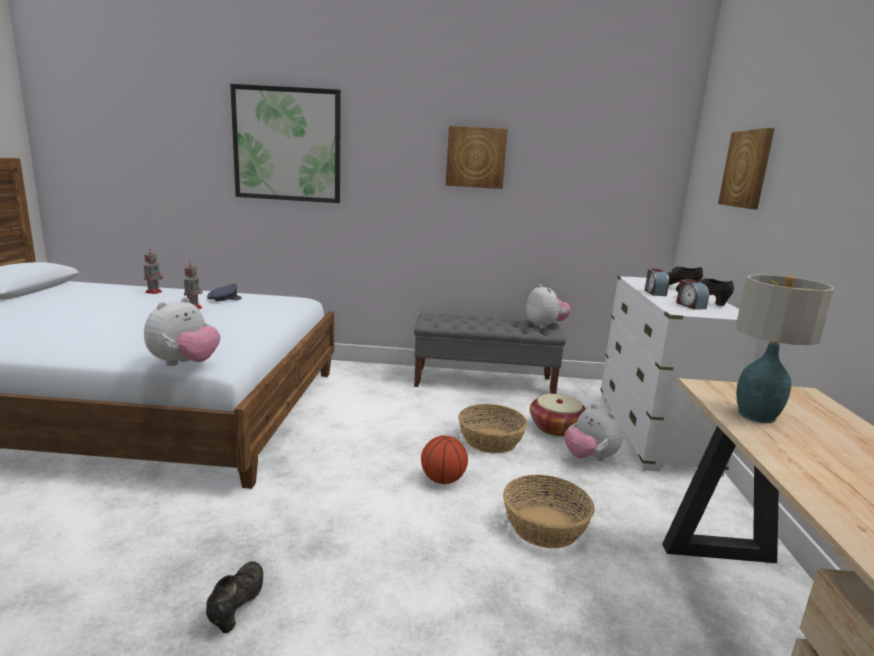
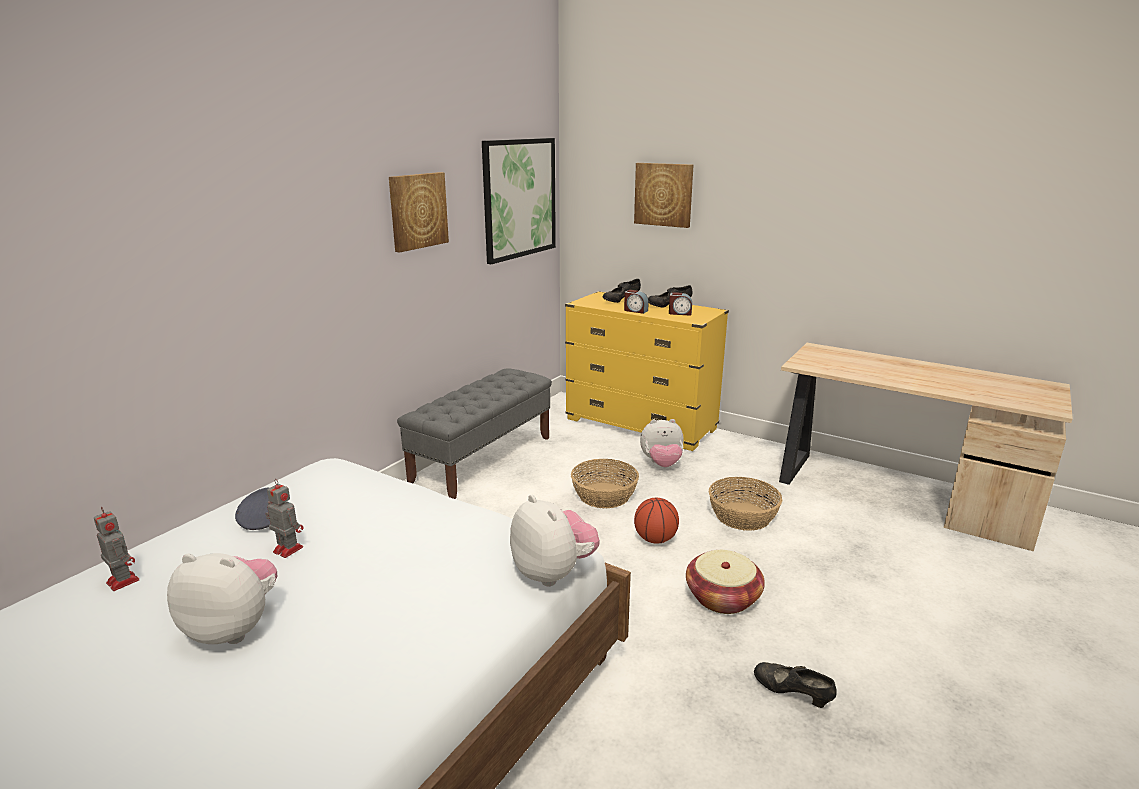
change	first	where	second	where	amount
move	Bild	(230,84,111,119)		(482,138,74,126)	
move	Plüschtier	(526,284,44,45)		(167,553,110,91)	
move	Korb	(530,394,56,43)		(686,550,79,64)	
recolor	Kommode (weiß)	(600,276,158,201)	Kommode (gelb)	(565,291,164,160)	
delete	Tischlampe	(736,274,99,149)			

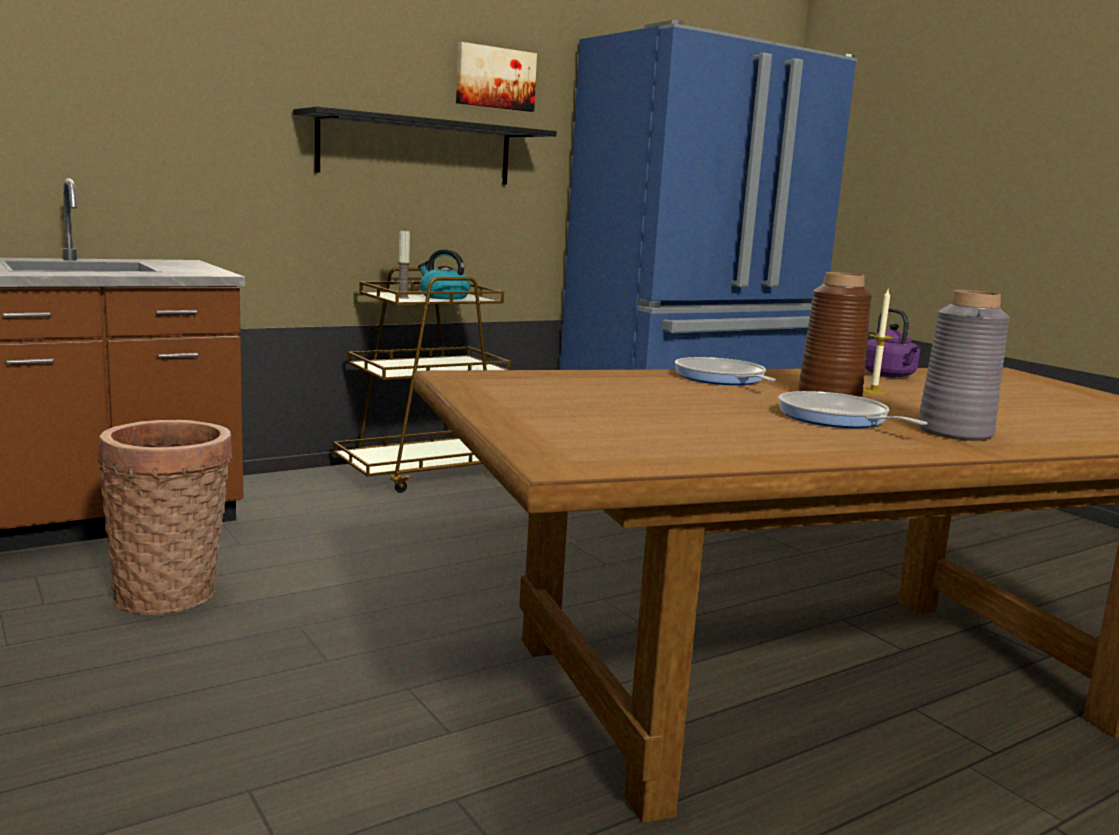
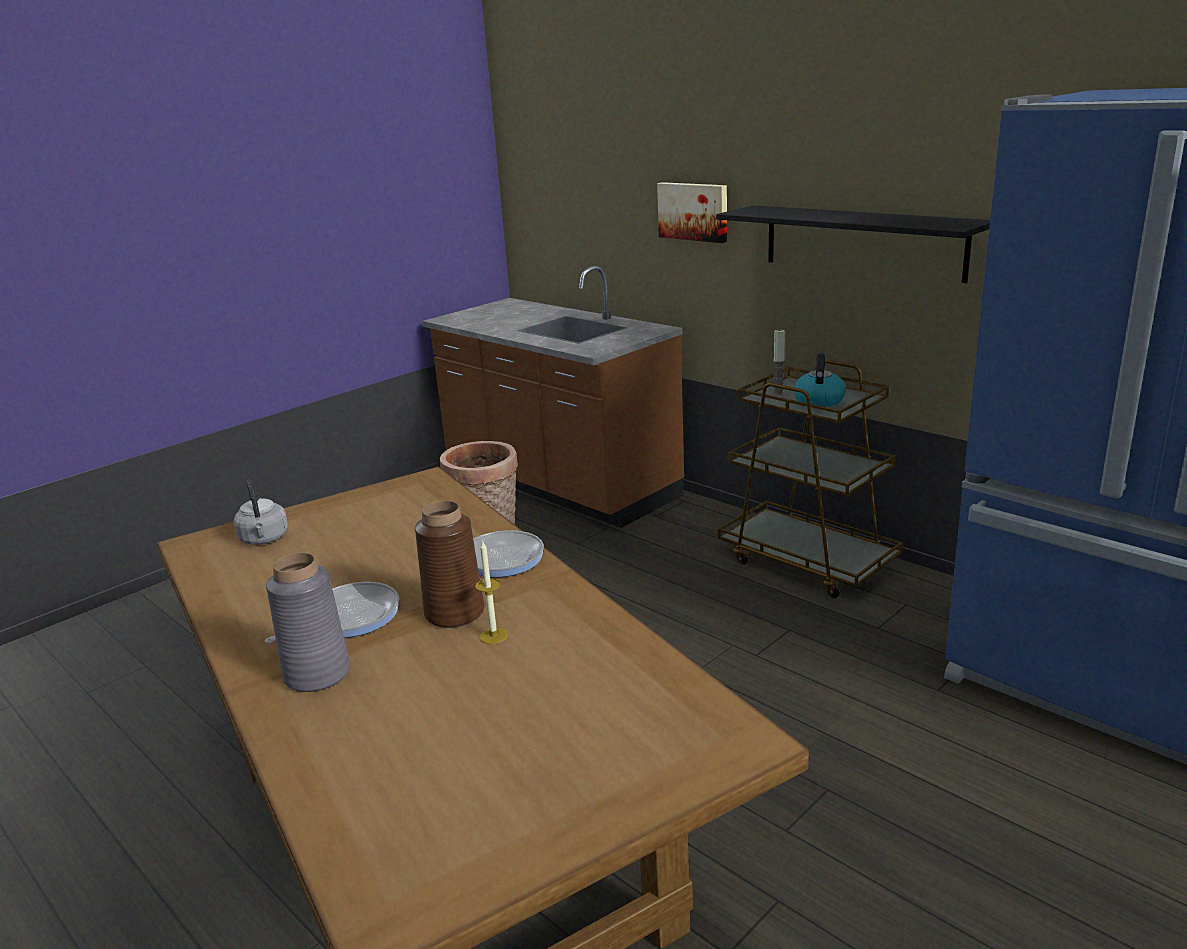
change	first	where	second	where	amount
move	Bild	(456,42,81,70)		(657,182,70,61)	
delete	Wasserkessel (lila)	(865,308,56,69)			
insert			Wasserkessel (grau)	(234,480,54,65)	

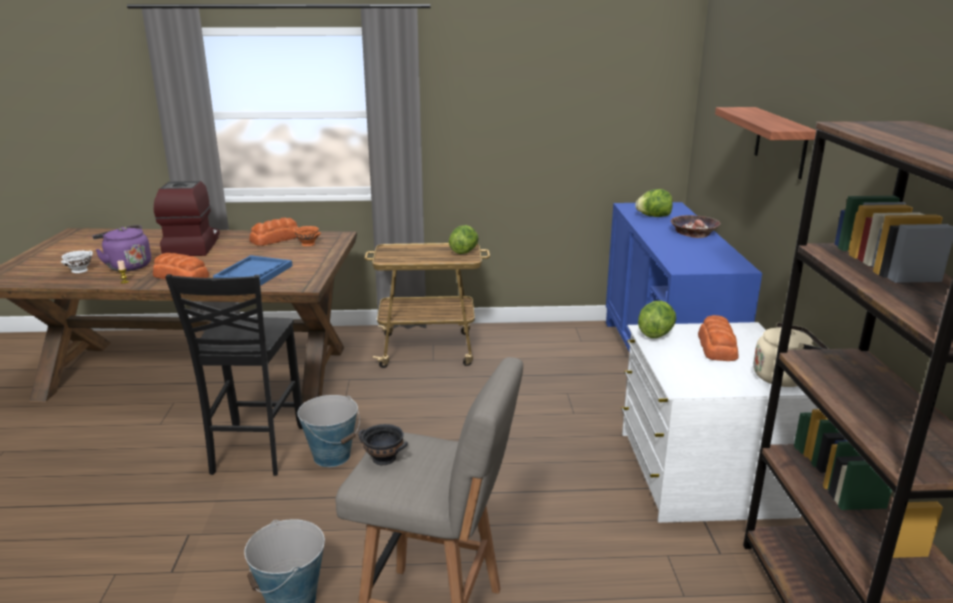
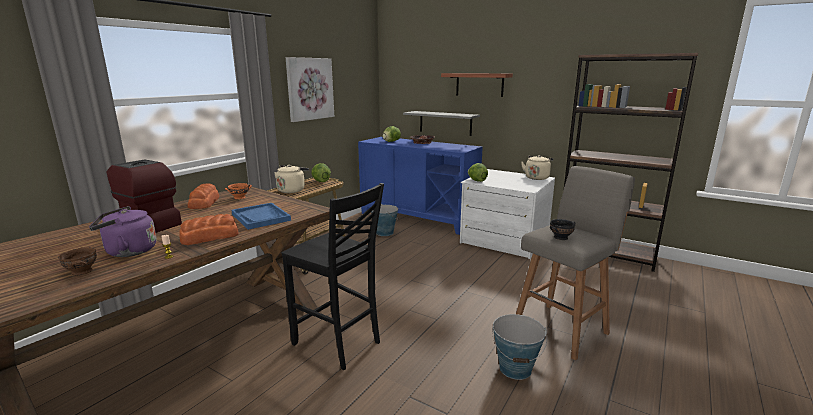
change	first	where	second	where	amount
recolor	Schüssel (weiß)	(61,251,32,22)	Schüssel (braun)	(58,248,39,27)	
move	Eimer	(298,395,62,72)		(371,204,28,32)	
delete	Brot	(698,315,40,46)			
insert			Wasserkessel (beige)	(274,165,35,28)	
insert			Bild	(286,57,48,65)	
insert			Wandregal (grau)	(403,111,77,25)	

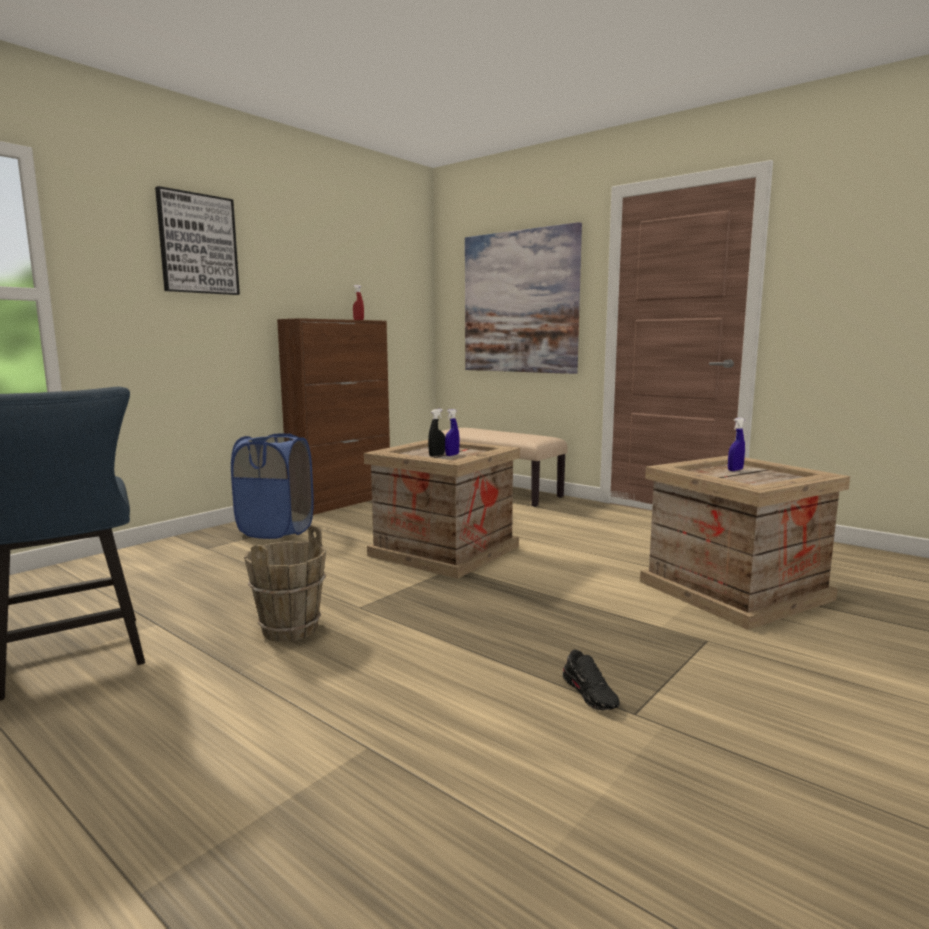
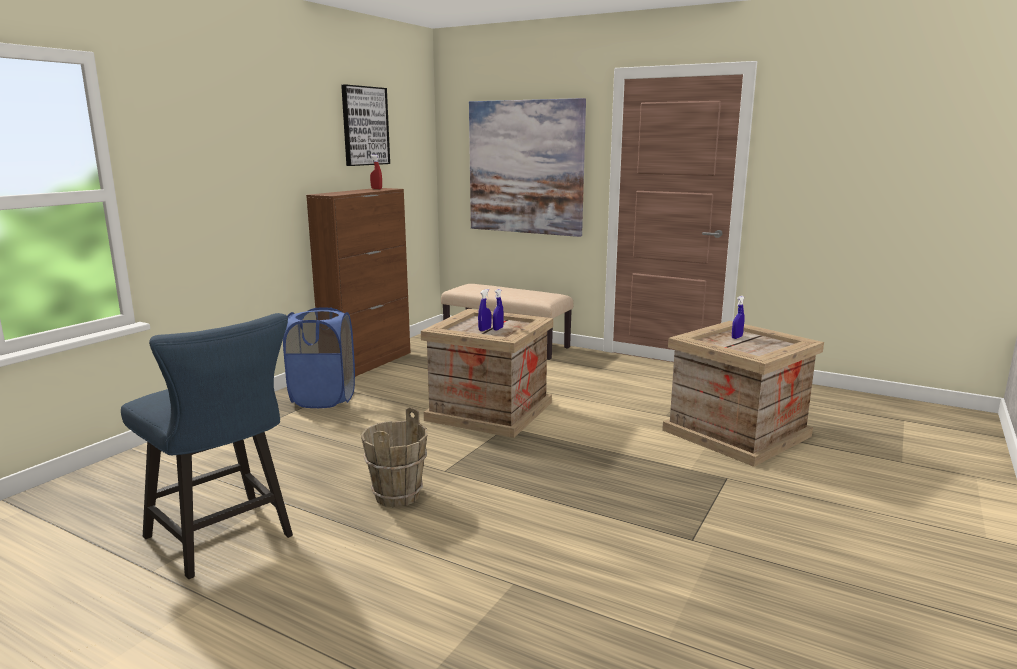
change	first	where	second	where	amount
move	Bild	(155,186,85,109)		(341,84,49,82)	
recolor	Sprühflasche (schwarz)	(428,409,17,47)	Sprühflasche (blau)	(478,289,14,42)	
delete	Schuh (schwarz)	(562,650,58,60)			

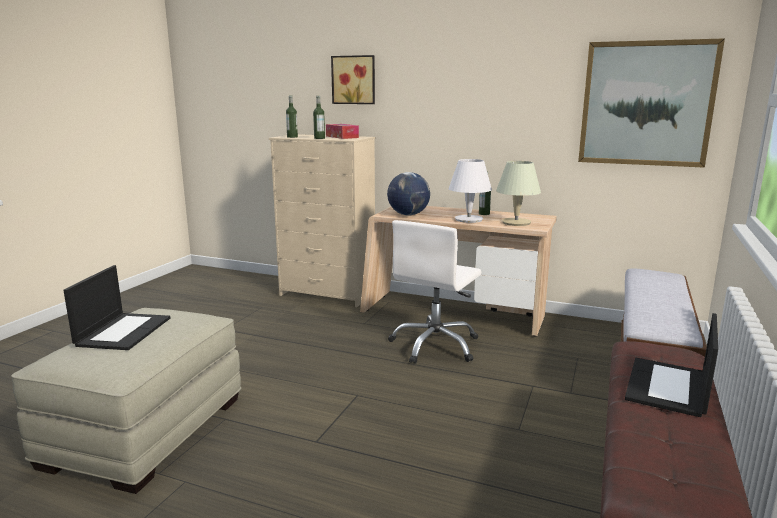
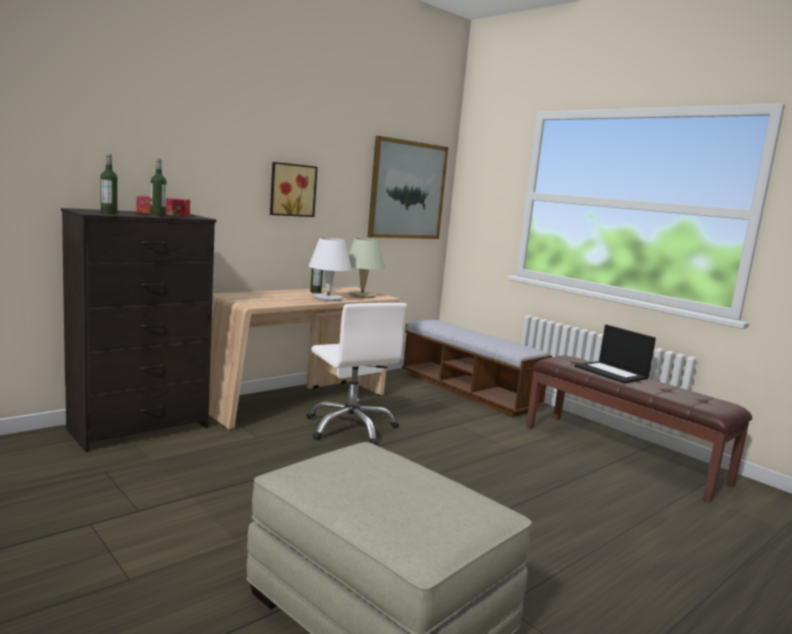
change	first	where	second	where	amount
delete	Laptop	(63,265,108,85)			
recolor	Kommode (beige)	(269,134,106,173)	Kommode (schwarz)	(61,208,155,244)	
move	Bild	(331,55,44,49)		(270,162,48,55)	
delete	Globus	(387,172,43,44)			

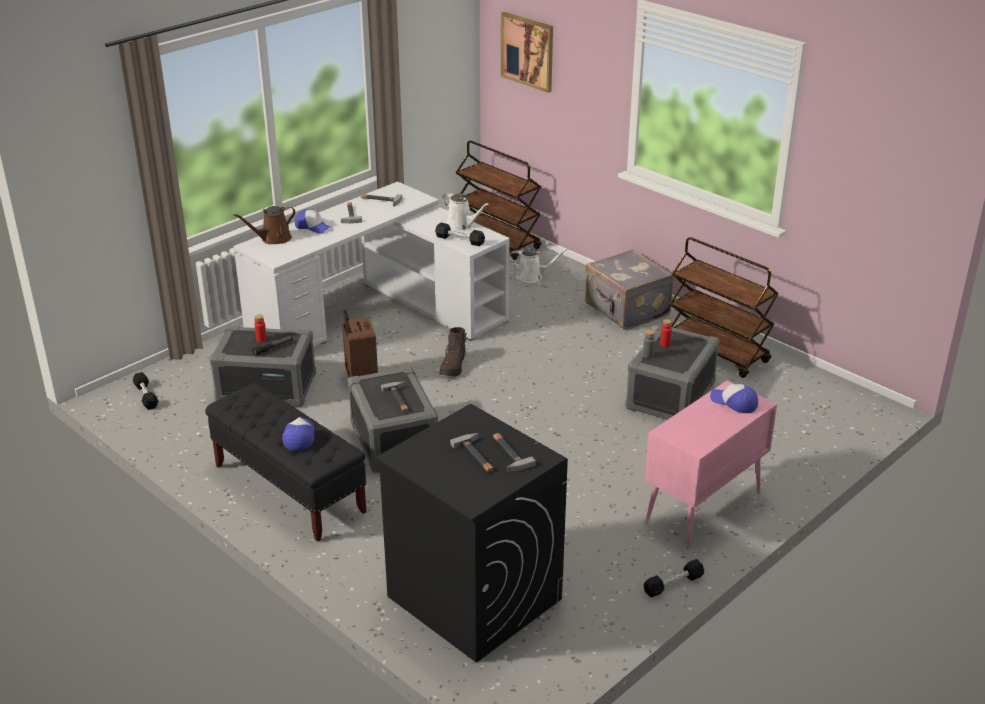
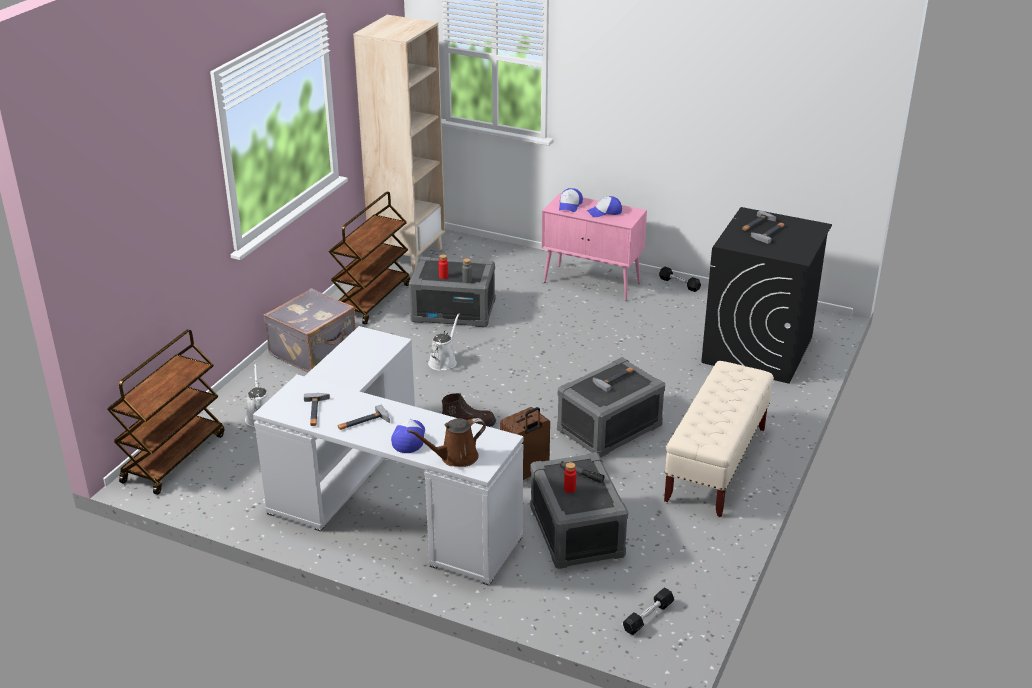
change	first	where	second	where	amount
recolor	Bank (schwarz)	(205,383,162,159)	Bank (beige)	(664,361,110,156)	
rotate	Gießkanne (braun)	(234,205,61,39)		(408,418,78,49)	120 degrees clockwise
move	Kappe	(282,417,33,34)		(587,196,35,21)	
delete	Hantel (schwarz)	(435,223,50,23)			
move	Gießkanne (weiß)	(442,192,47,39)		(428,313,32,58)	
delete	Bild	(501,12,52,81)			
insert			Bücherregal (beige)	(353,15,92,258)	

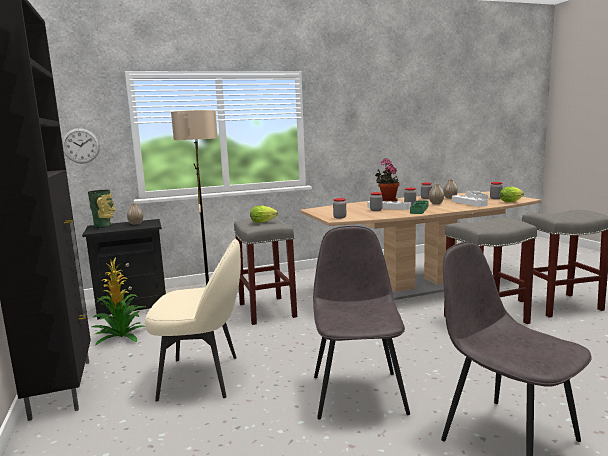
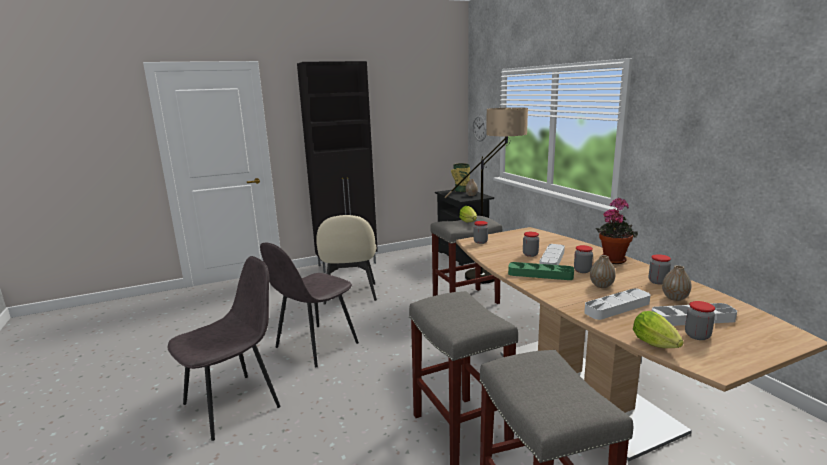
change	first	where	second	where	amount
delete	Topfpflanze	(92,257,53,88)			
rotate	Stuhl (grau)	(313,226,97,194)		(260,243,99,125)	135 degrees clockwise

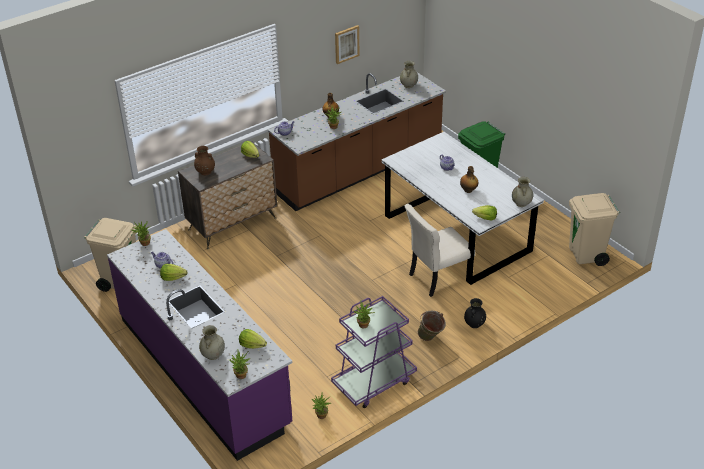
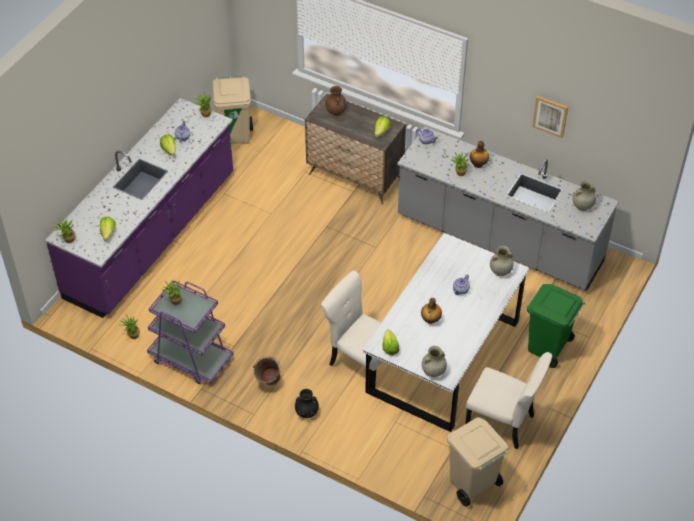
change	first	where	second	where	amount
move	Vase (beige)	(199,325,26,35)		(490,246,24,30)	
recolor	Küchenzeile (braun)	(268,72,178,139)	Küchenzeile (grau)	(397,127,222,164)	
insert			Stuhl (beige)	(466,352,86,97)	

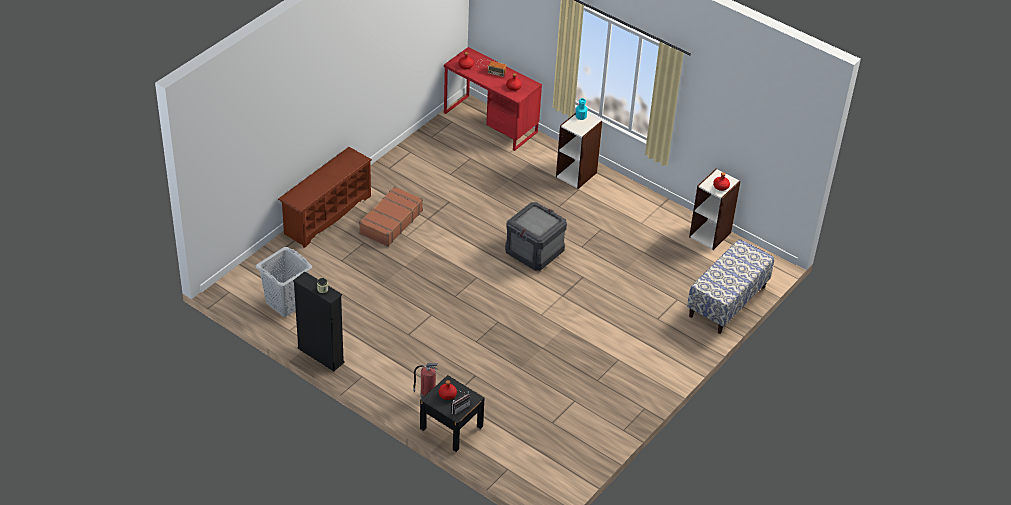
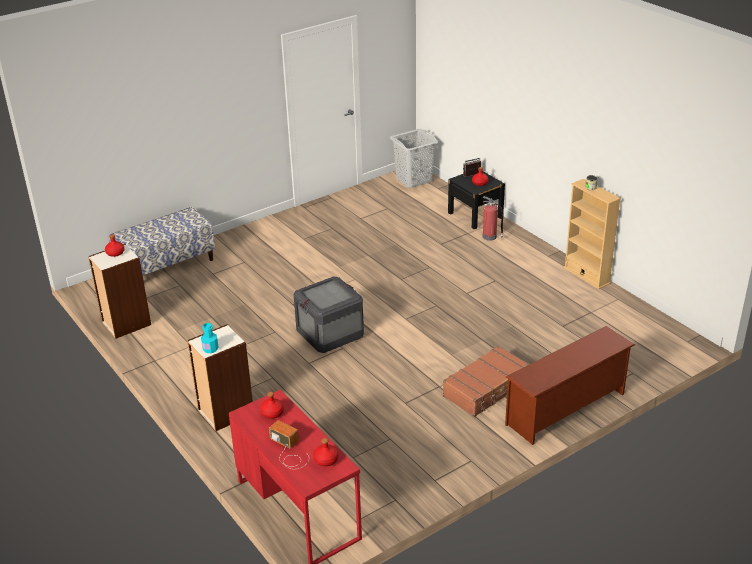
change	first	where	second	where	amount
move	Wäschekorb (grau)	(256,247,56,70)		(390,129,48,59)	
recolor	Bücherregal (schwarz)	(293,271,52,100)	Bücherregal (beige)	(564,179,57,110)	

